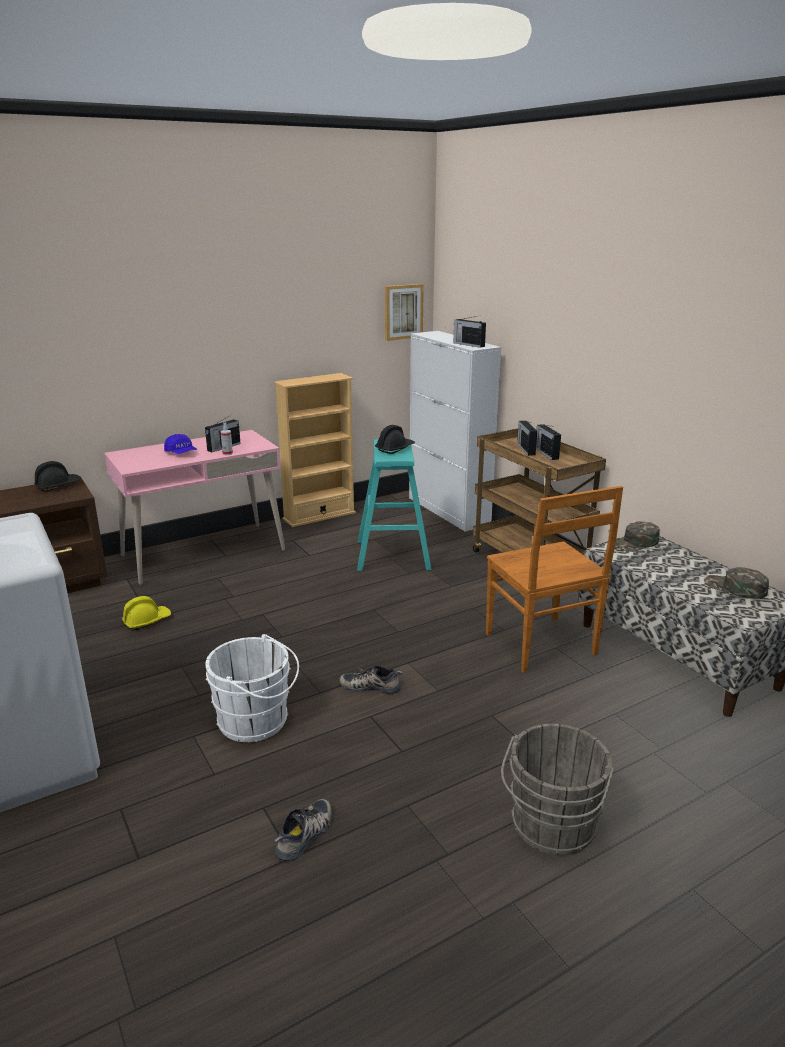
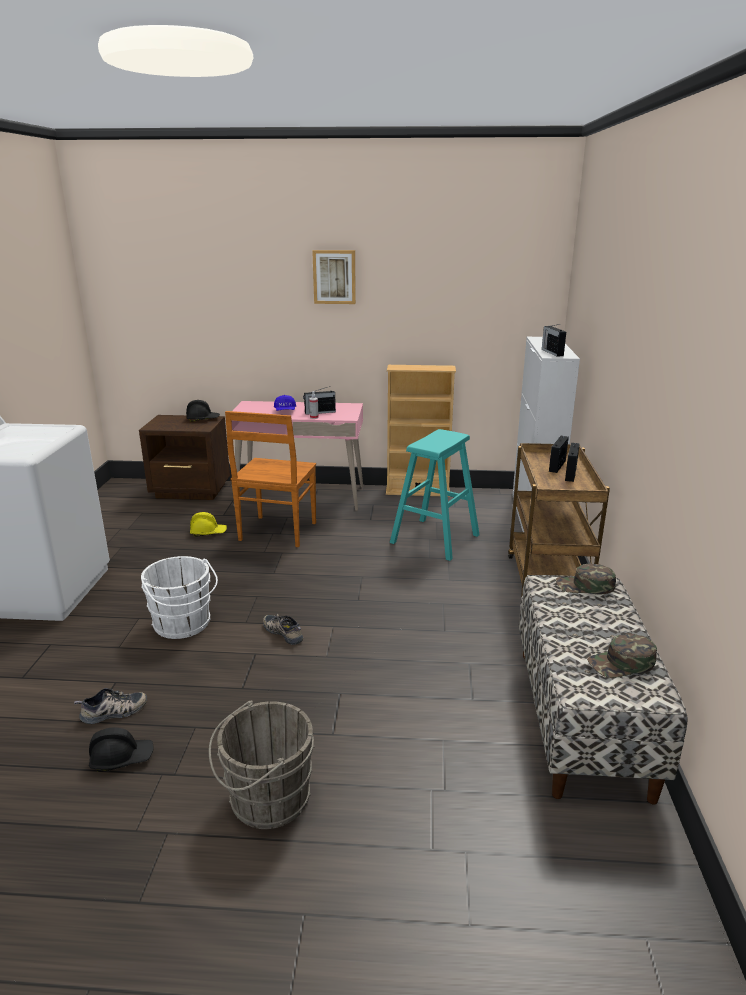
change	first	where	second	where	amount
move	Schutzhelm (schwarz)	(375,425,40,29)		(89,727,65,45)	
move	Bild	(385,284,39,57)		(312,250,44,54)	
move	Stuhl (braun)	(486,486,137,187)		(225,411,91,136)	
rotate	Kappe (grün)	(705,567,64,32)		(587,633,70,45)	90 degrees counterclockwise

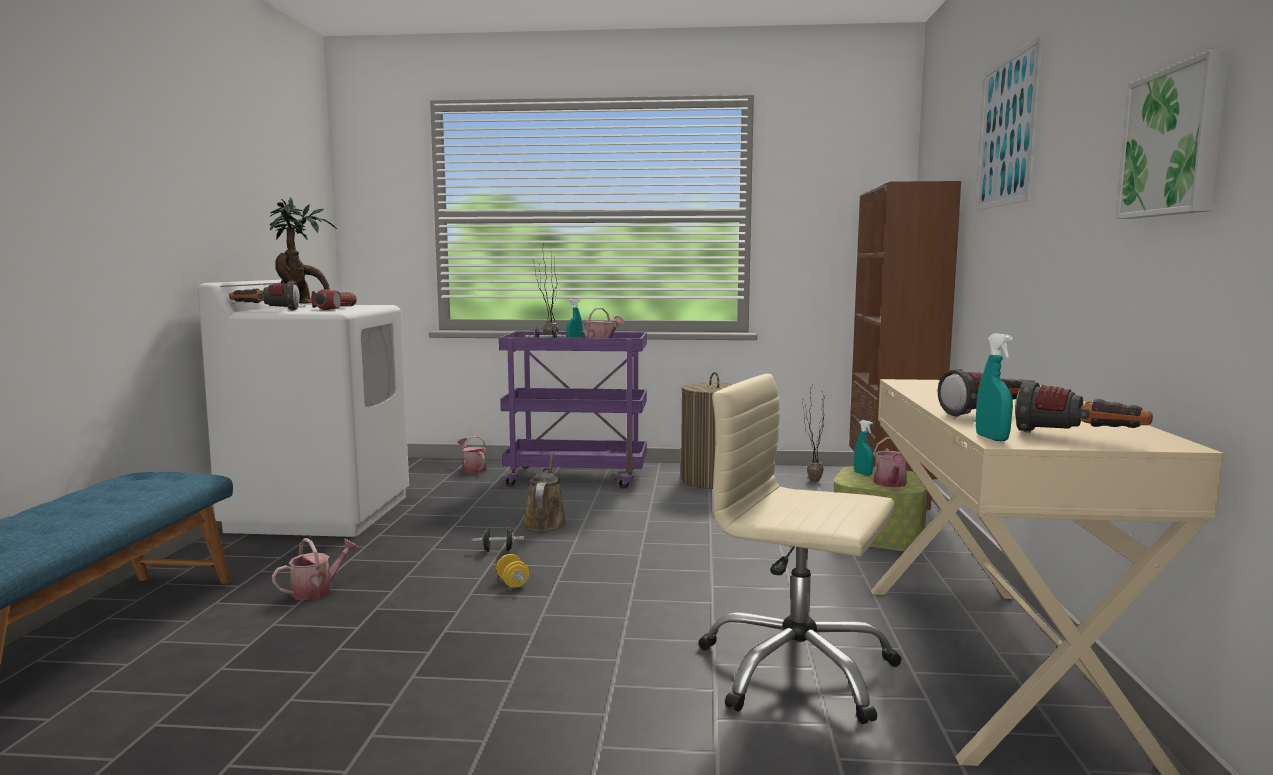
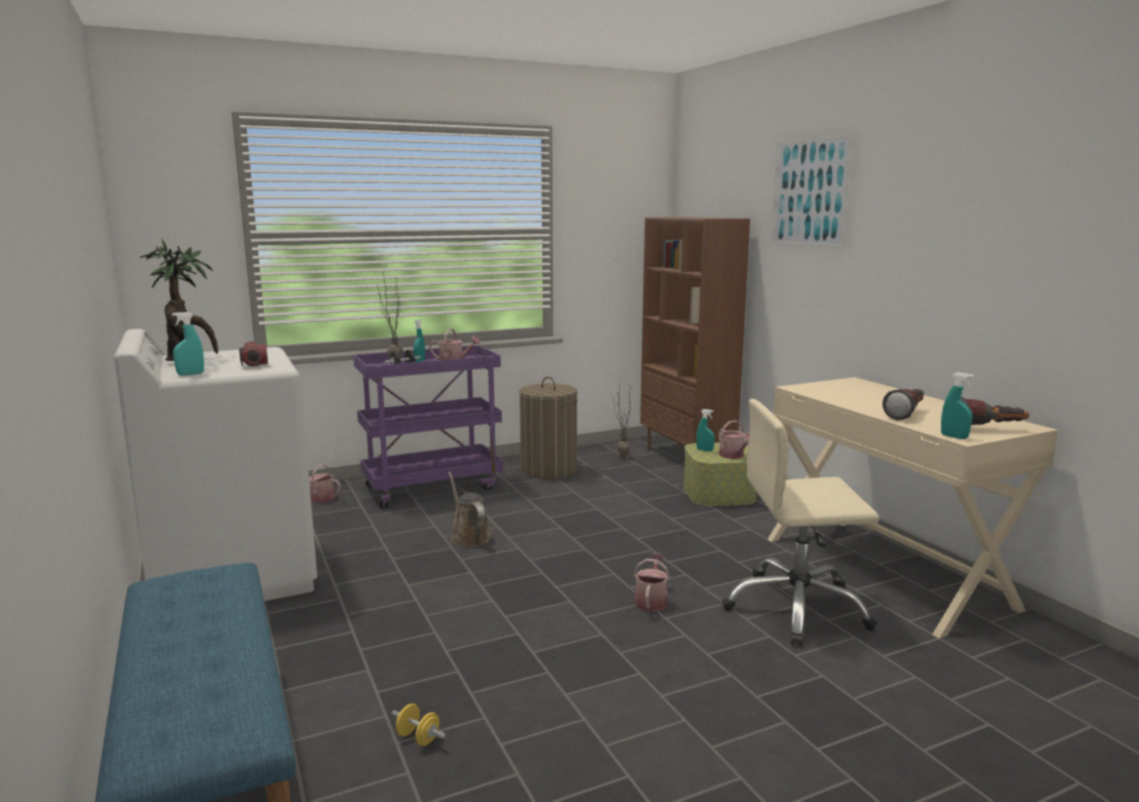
change	first	where	second	where	amount
replace	Taschenlampe	(229,281,71,29)	Sprühflasche (türkis)	(172,312,32,64)	
move	Gießkanne	(272,538,87,62)		(634,553,36,59)	
delete	Hantel (schwarz)	(472,527,52,25)			
move	Hantel (gelb)	(496,554,33,34)		(392,704,54,42)	
delete	Bild	(1115,50,115,169)			

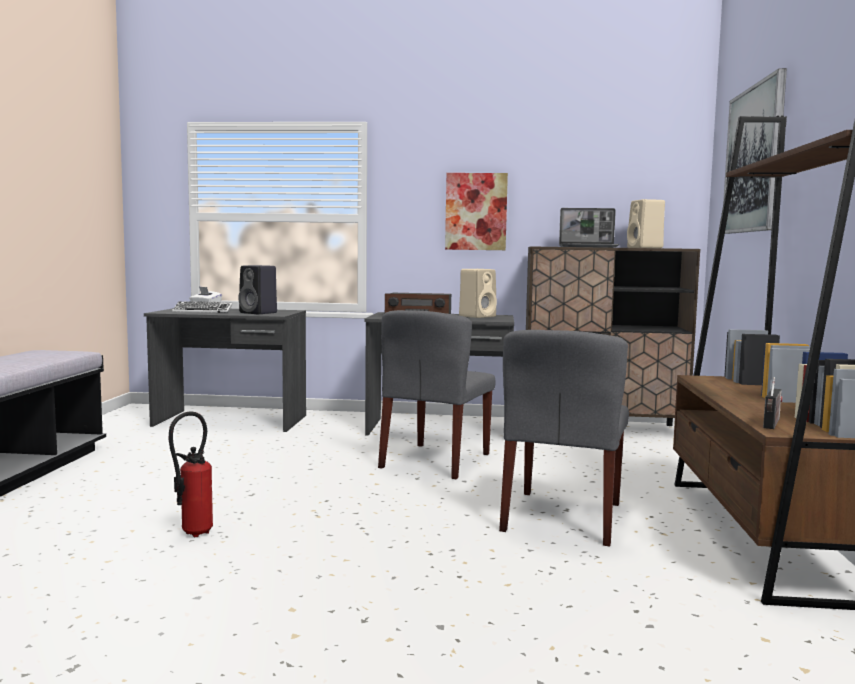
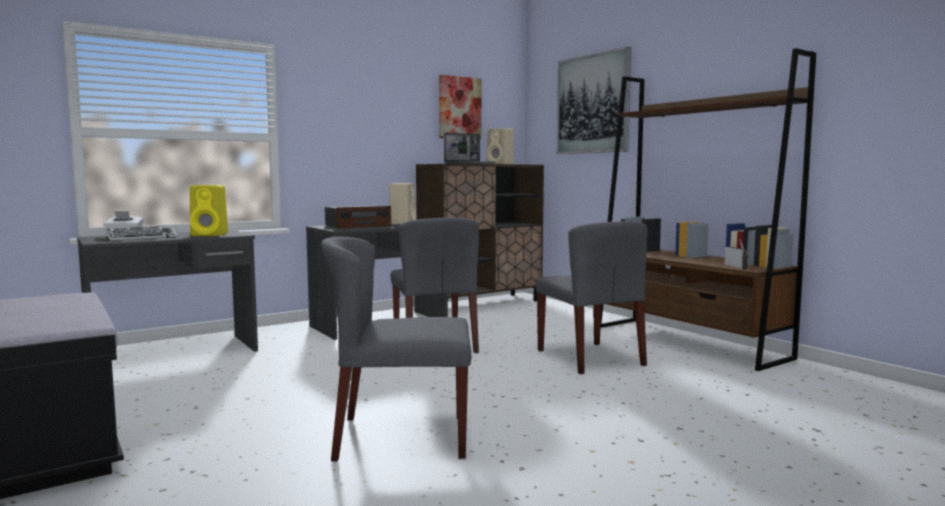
change	first	where	second	where	amount
replace	Feuerlöscher	(169,411,44,126)	Stuhl (grau)	(321,237,150,224)	
recolor	Lautsprecher (schwarz)	(238,265,39,49)	Lautsprecher (gelb)	(190,185,38,51)	
move	Bild	(445,173,63,77)		(439,75,42,64)	

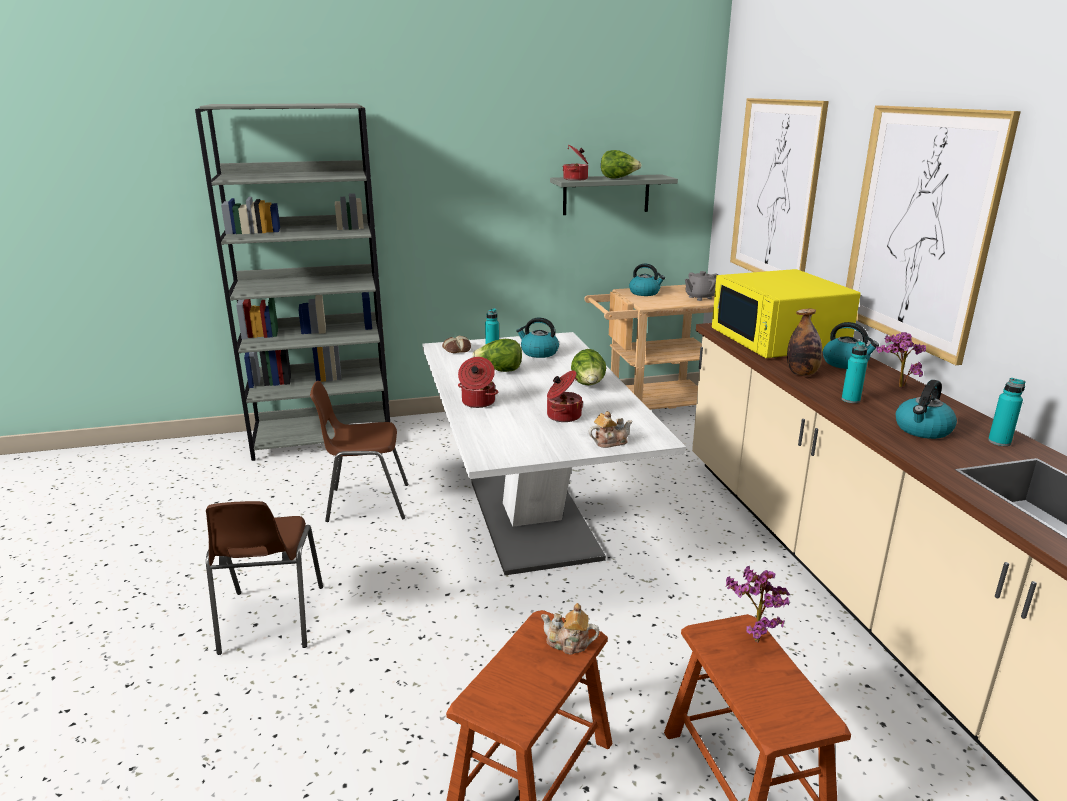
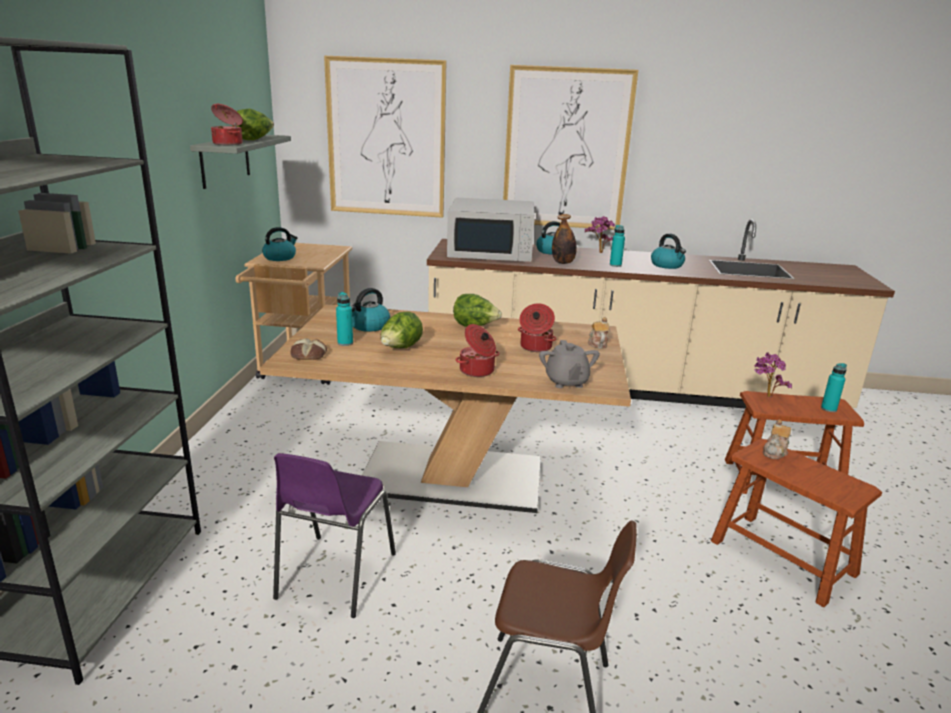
change	first	where	second	where	amount
recolor	Stuhl (braun)	(310,381,98,141)	Stuhl (lila)	(273,453,123,165)	
recolor	Esstisch (weiß)	(423,332,263,243)	Esstisch (braun)	(260,305,371,208)	
move	Teekanne (grau)	(685,271,33,30)		(539,340,61,48)	
recolor	Mikrowelle (gelb)	(712,269,149,89)	Mikrowelle (weiß)	(447,198,88,64)	
move	Flasche (türkis)	(988,378,38,68)		(821,363,26,49)	

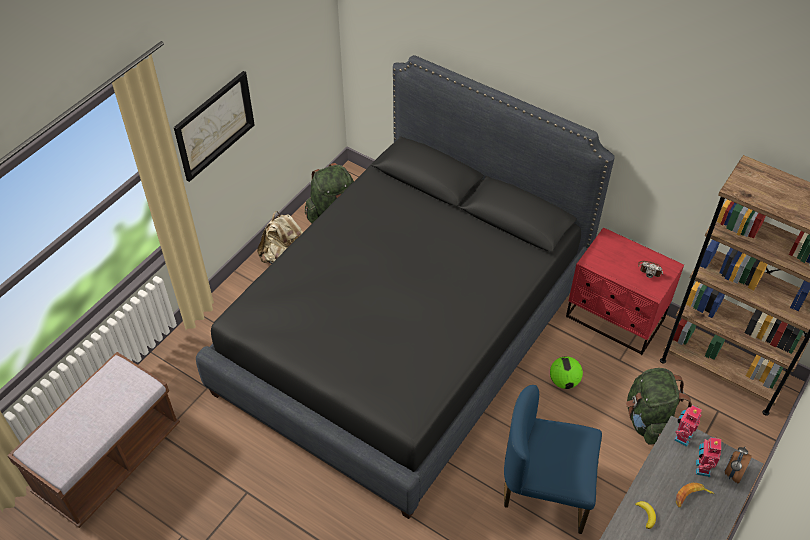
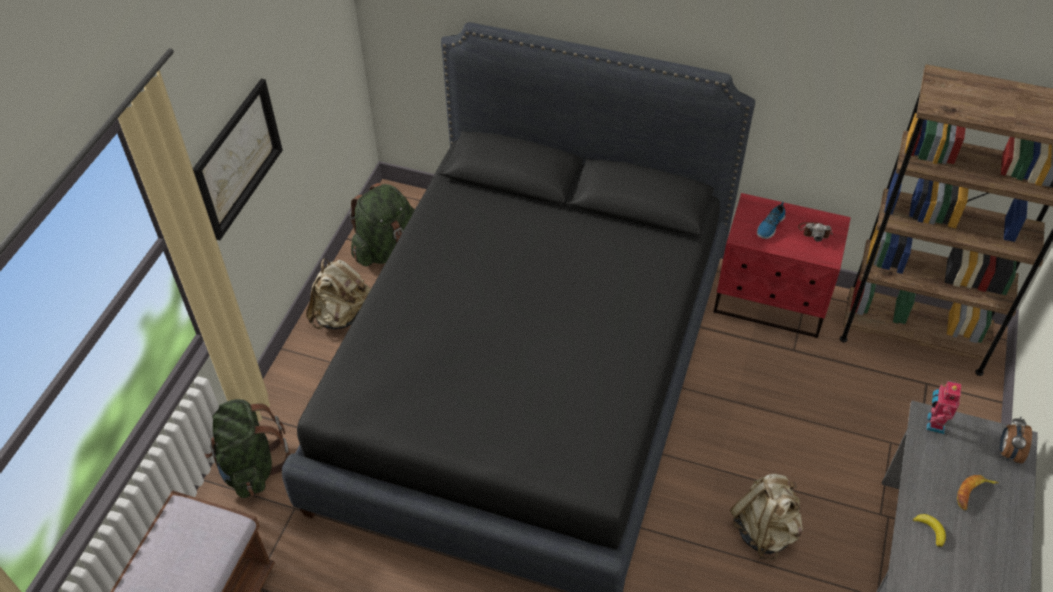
change	first	where	second	where	amount
replace	Stuhl (blau)	(504,385,98,149)	Rucksack (beige)	(730,474,73,86)	
delete	Fußball	(550,356,33,33)			
move	Rucksack (grün)	(626,368,66,77)		(205,399,85,99)	
delete	Spielzeugroboter	(696,436,25,41)			
insert			Schuh	(757,202,28,37)	

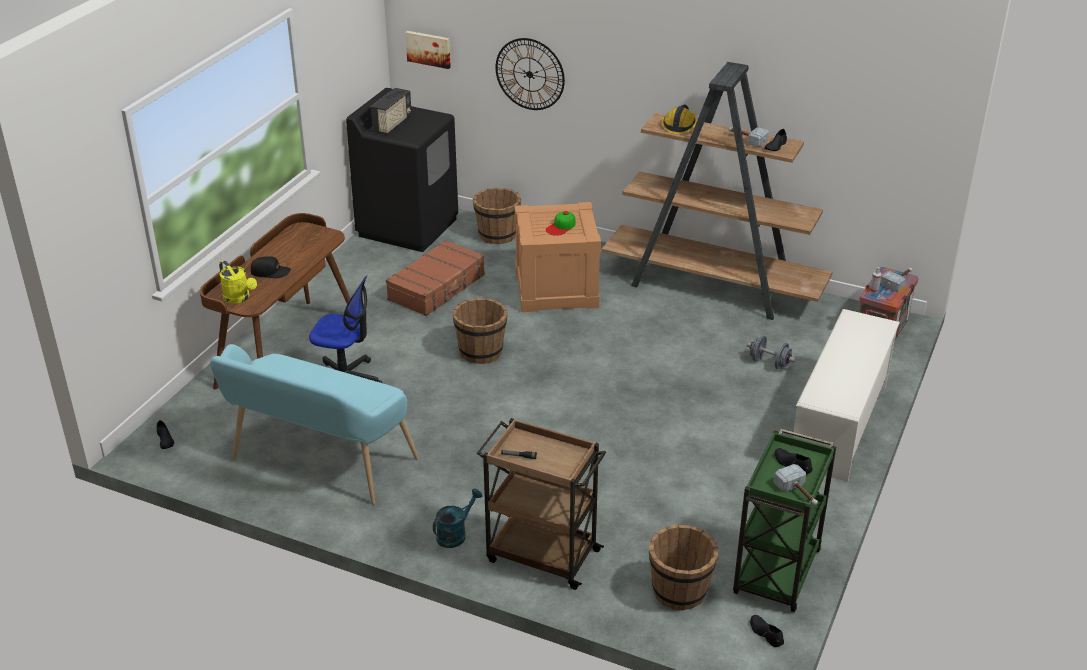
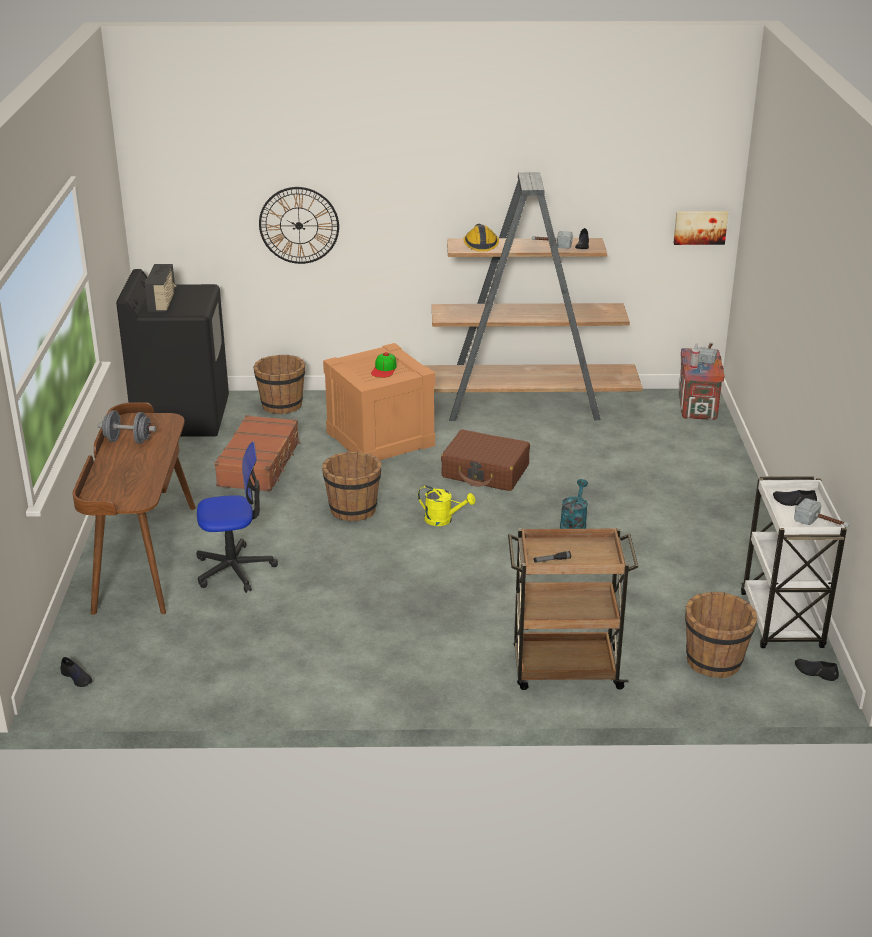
change	first	where	second	where	amount
delete	Bank (türkis)	(210,344,209,160)			
move	Gießkanne (gelb)	(219,260,38,43)		(418,485,57,41)	
delete	Kappe (schwarz)	(251,256,40,22)			
move	Bild	(405,31,46,38)		(673,211,55,34)	
move	Gießkanne (türkis)	(433,488,50,60)		(560,479,28,50)	
recolor	Rollwagen (grün)	(733,429,103,183)	Rollwagen (weiß)	(741,476,106,172)	
move	Hantel (grau)	(747,335,48,35)		(97,410,59,34)	
delete	Schuhregal (weiß)	(793,309,107,173)			
insert			Koffer (braun)	(441,429,89,62)	

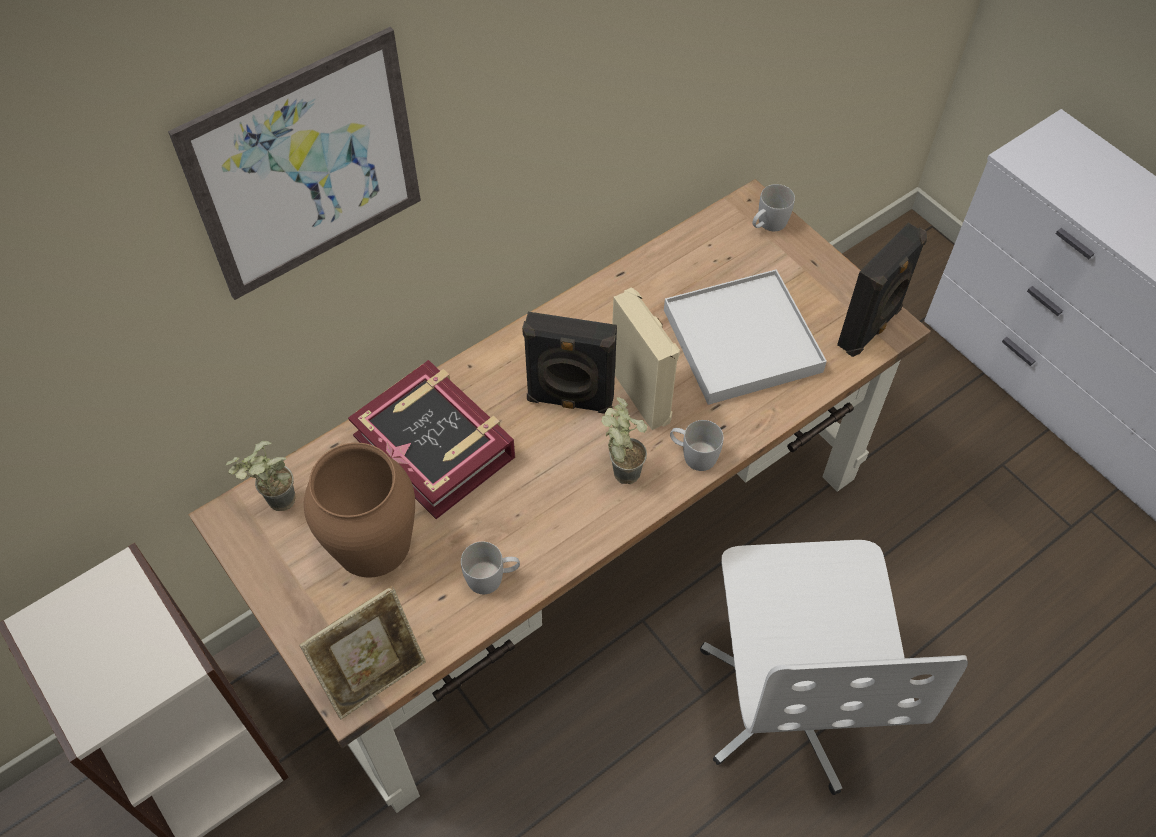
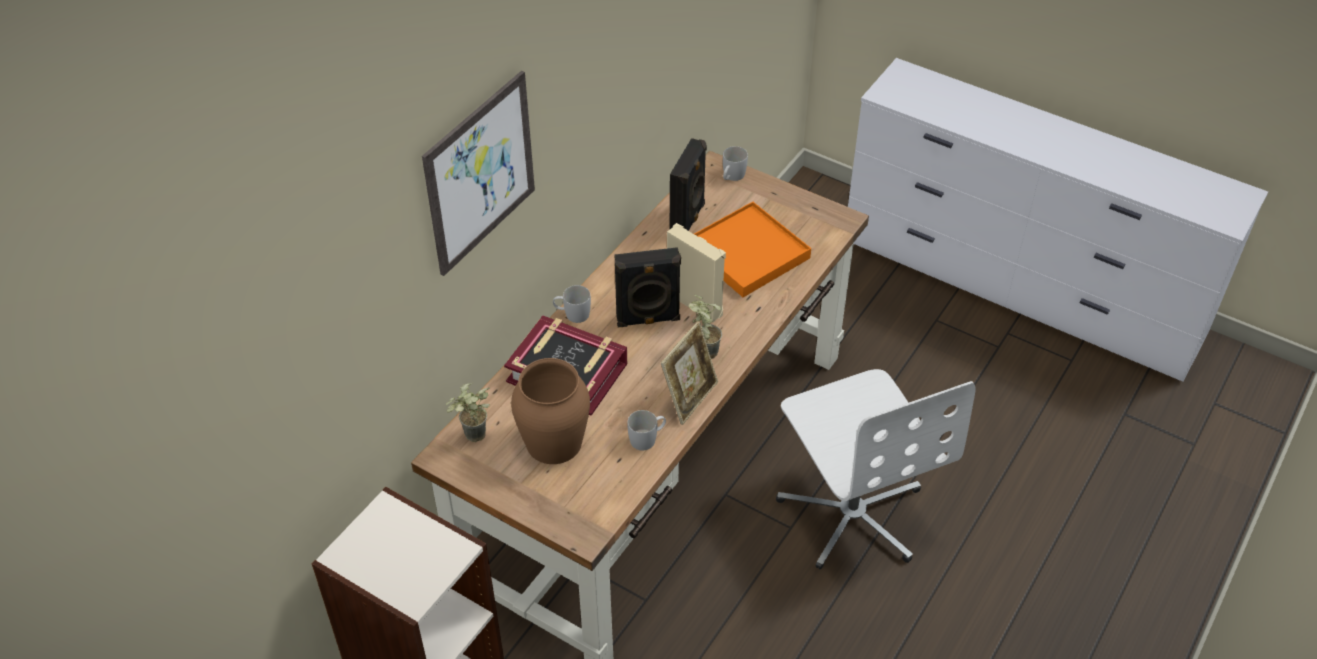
change	first	where	second	where	amount
move	Bilderrahmen	(299,586,127,134)		(661,321,57,104)	
recolor	Tablett (weiß)	(664,269,163,136)	Tablett (orange)	(694,202,117,95)	
move	Henkelbecher (weiß)	(670,420,54,51)		(553,285,38,38)	
move	Lautsprecher (schwarz)	(837,222,90,135)		(669,138,38,93)	

